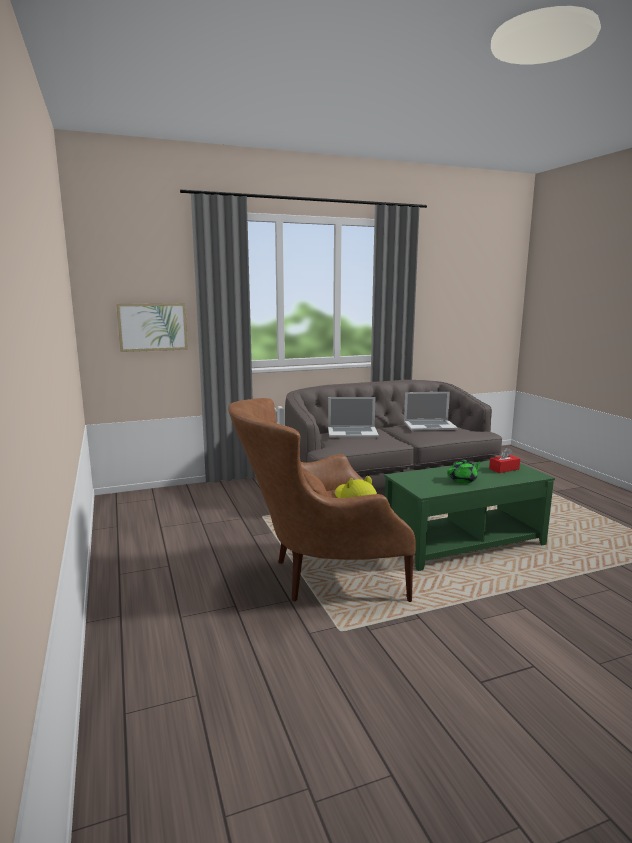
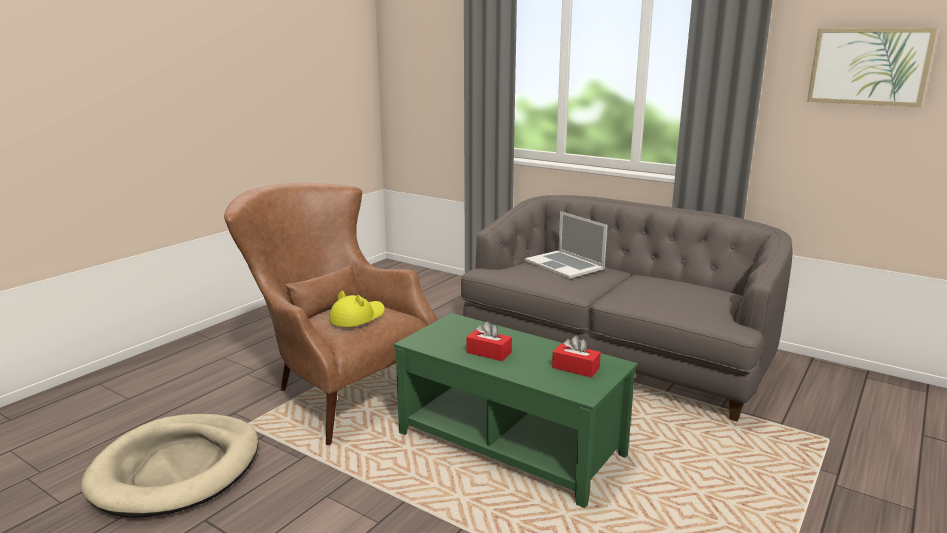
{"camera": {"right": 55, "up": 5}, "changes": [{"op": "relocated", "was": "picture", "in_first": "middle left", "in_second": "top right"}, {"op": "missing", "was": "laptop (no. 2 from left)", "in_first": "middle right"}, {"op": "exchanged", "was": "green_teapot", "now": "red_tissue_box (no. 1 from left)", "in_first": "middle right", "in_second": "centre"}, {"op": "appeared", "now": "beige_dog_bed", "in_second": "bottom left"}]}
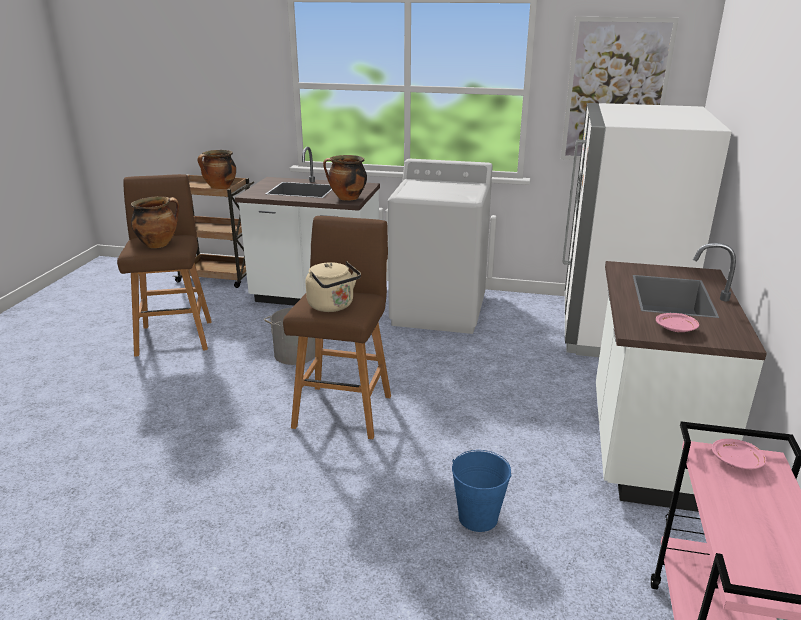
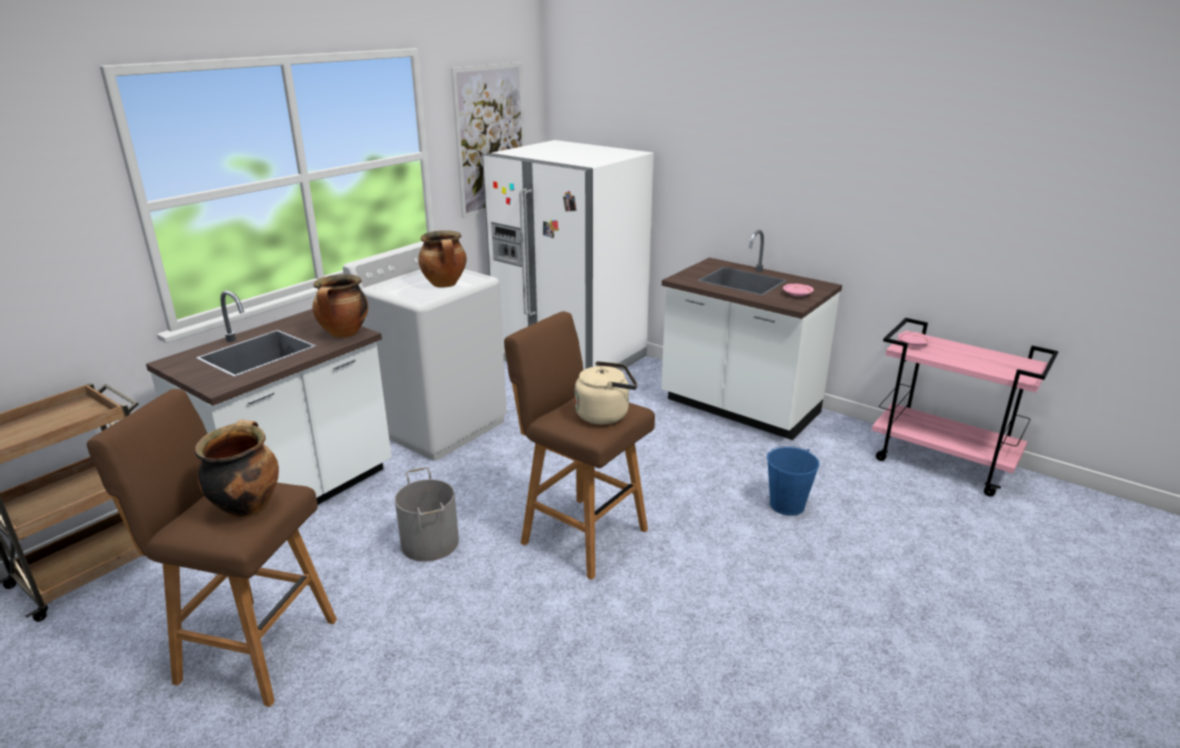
{"camera": {"right": -65, "up": 0}, "changes": [{"op": "relocated", "was": "cooking_pot (no. 2 from left in the first image)", "now": "cooking_pot (no. 3 from left)", "in_first": "top left", "in_second": "centre"}]}
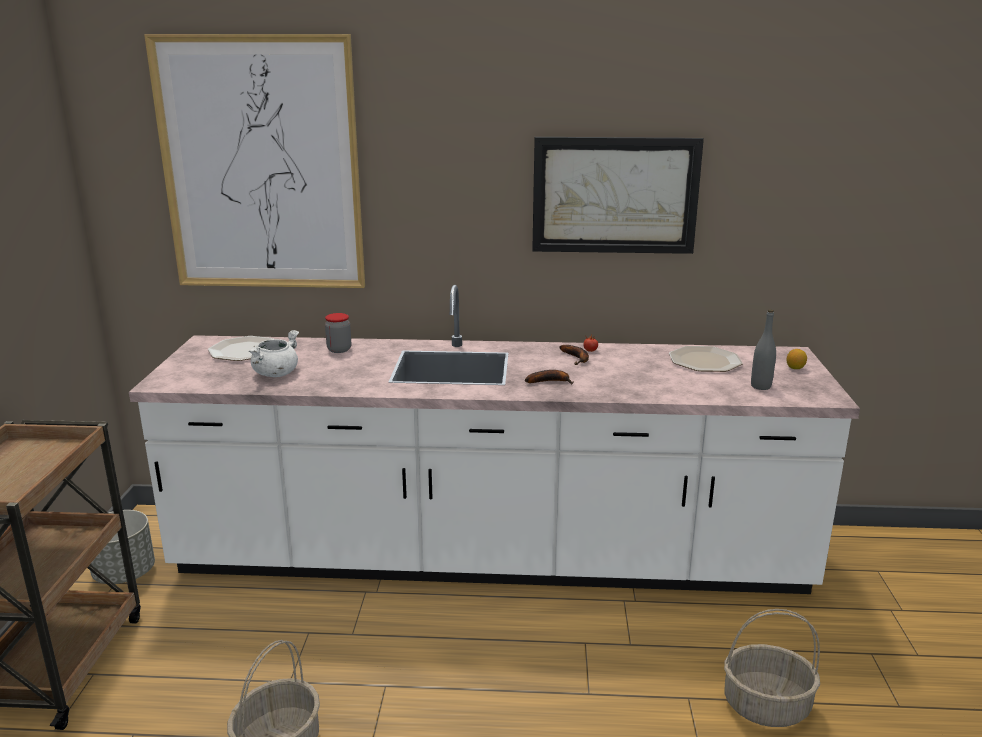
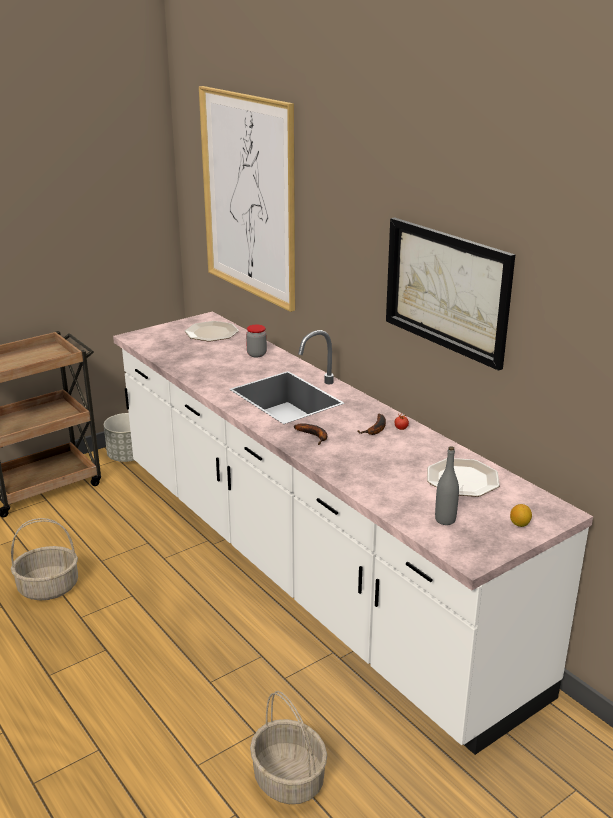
{"camera": {"right": 50, "up": 5}, "changes": [{"op": "missing", "was": "white_cooking_pot", "in_first": "middle left"}]}
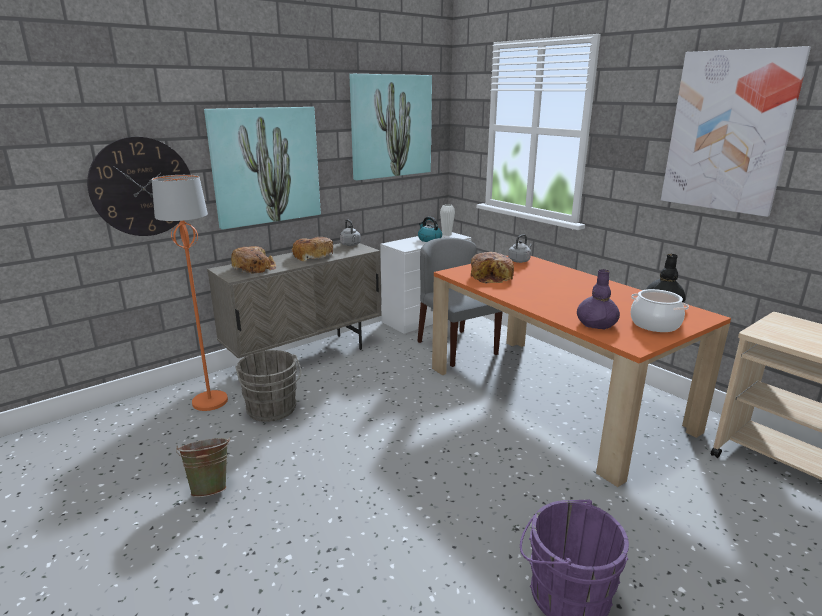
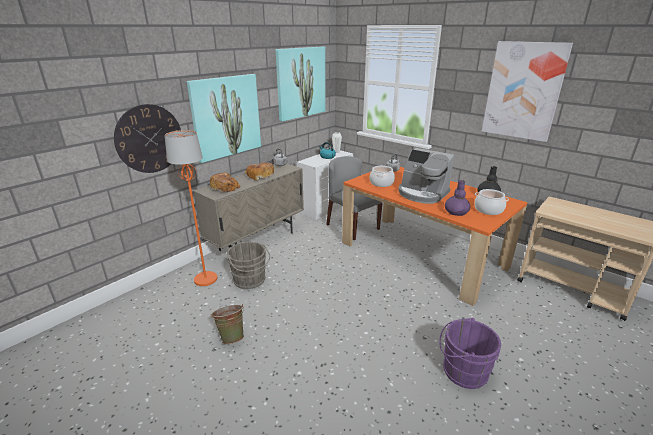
{"camera": {"right": -10, "up": 5}, "changes": [{"op": "exchanged", "was": "bread (no. 3 from left)", "now": "cooking_pot (no. 1 from left)", "in_first": "centre", "in_second": "centre"}, {"op": "appeared", "now": "coffee_machine", "in_second": "centre"}]}
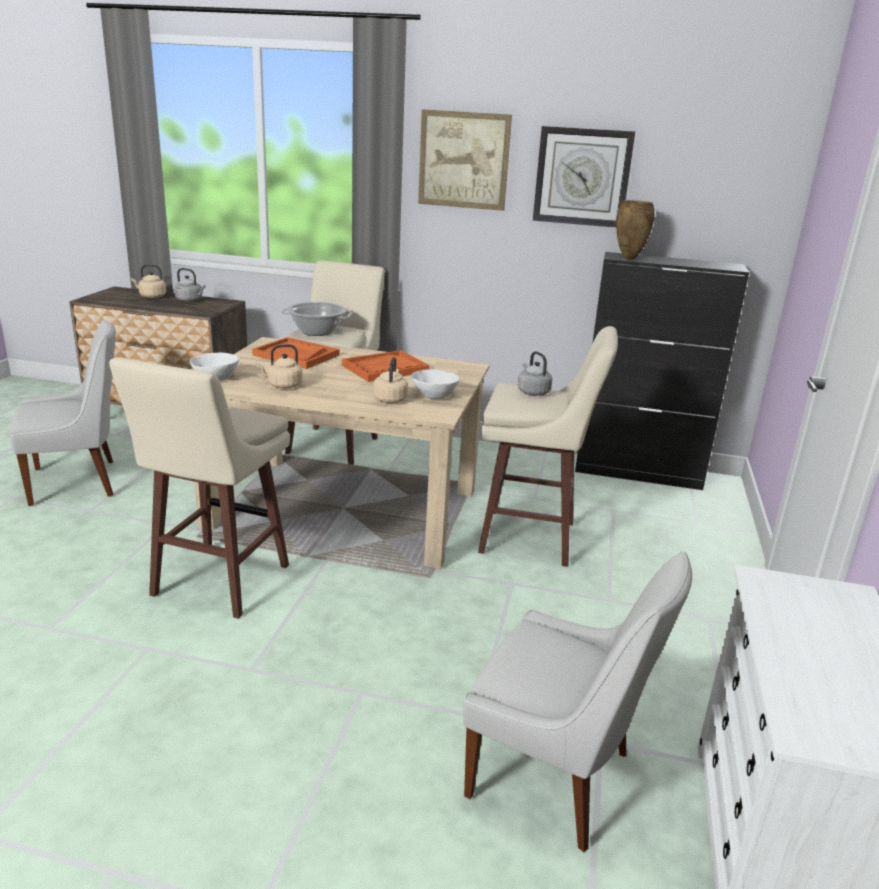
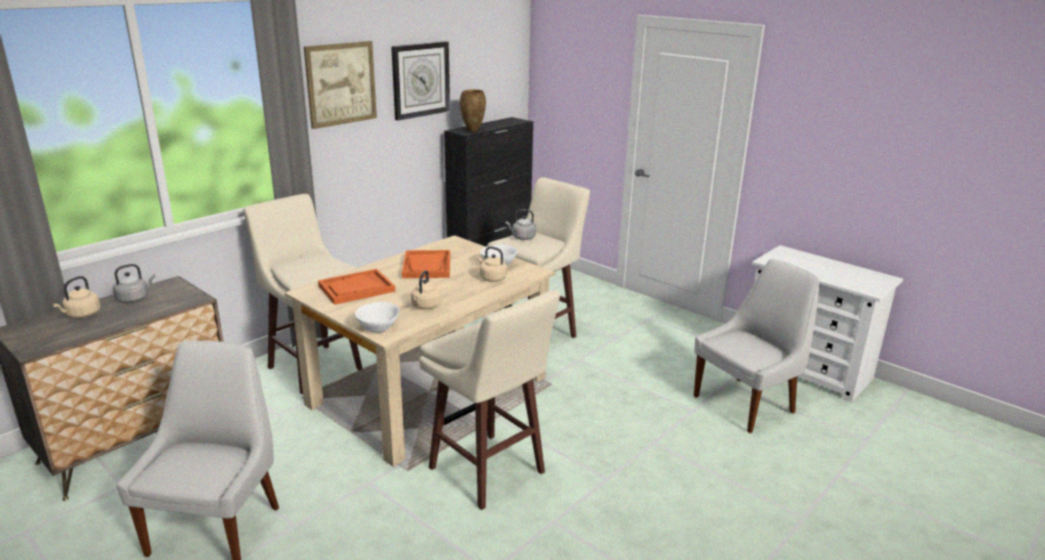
{"camera": {"right": -60, "up": 0}, "changes": [{"op": "missing", "was": "cooking_pot", "in_first": "centre"}]}
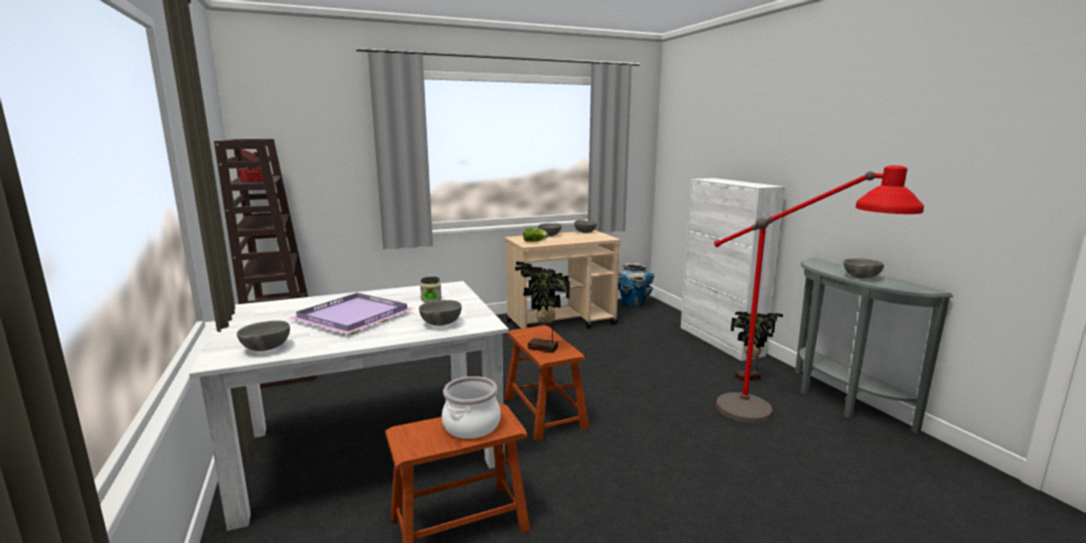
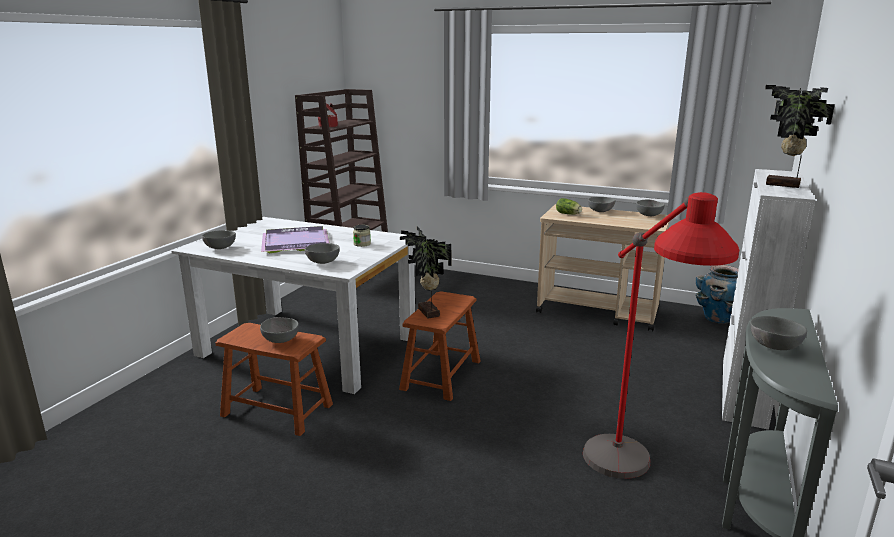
{"camera": {"right": 45, "up": 5}, "changes": [{"op": "exchanged", "was": "cooking_pot (no. 2 from left)", "now": "grey_bowl (no. 2 from left)", "in_first": "bottom centre", "in_second": "middle left"}, {"op": "relocated", "was": "potted_plant (no. 2 from left)", "in_first": "middle right", "in_second": "top right"}]}
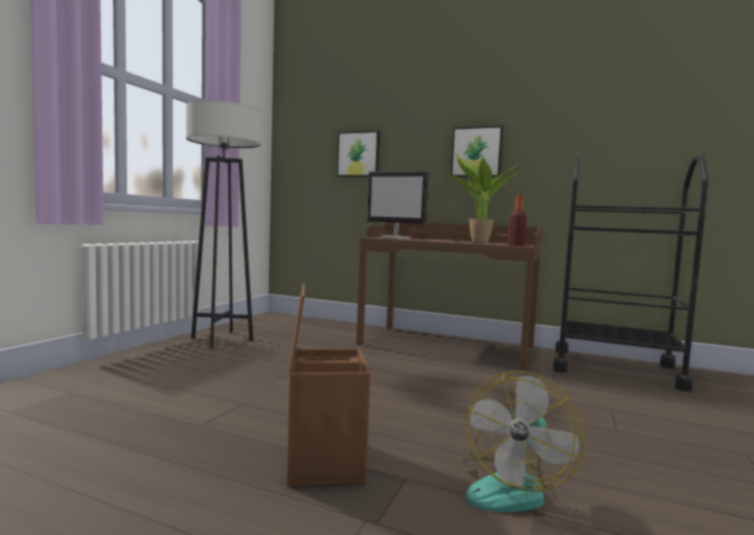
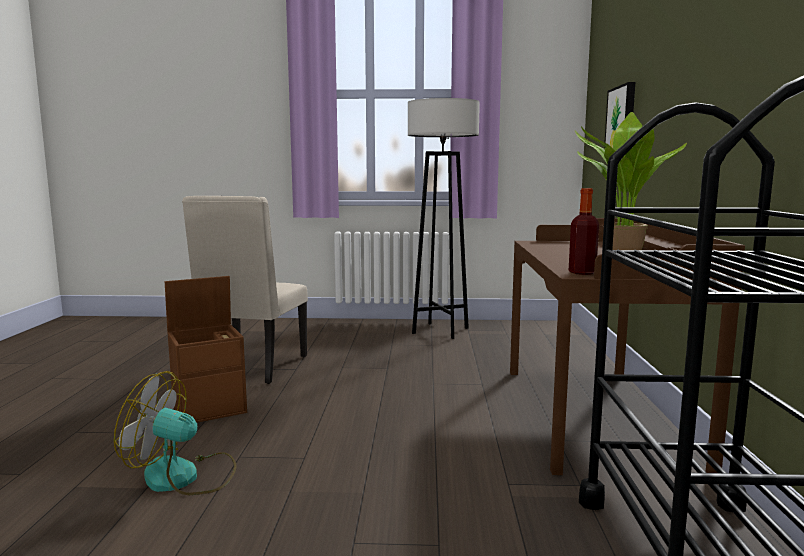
{"camera": {"right": 70, "up": 5}, "changes": [{"op": "missing", "was": "monitor", "in_first": "centre"}, {"op": "missing", "was": "picture (no. 2 from left)", "in_first": "top centre"}, {"op": "appeared", "now": "beige_chair", "in_second": "middle left"}]}
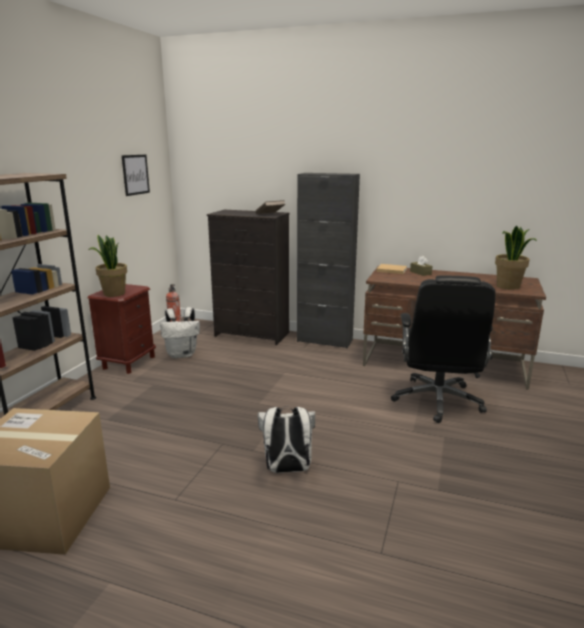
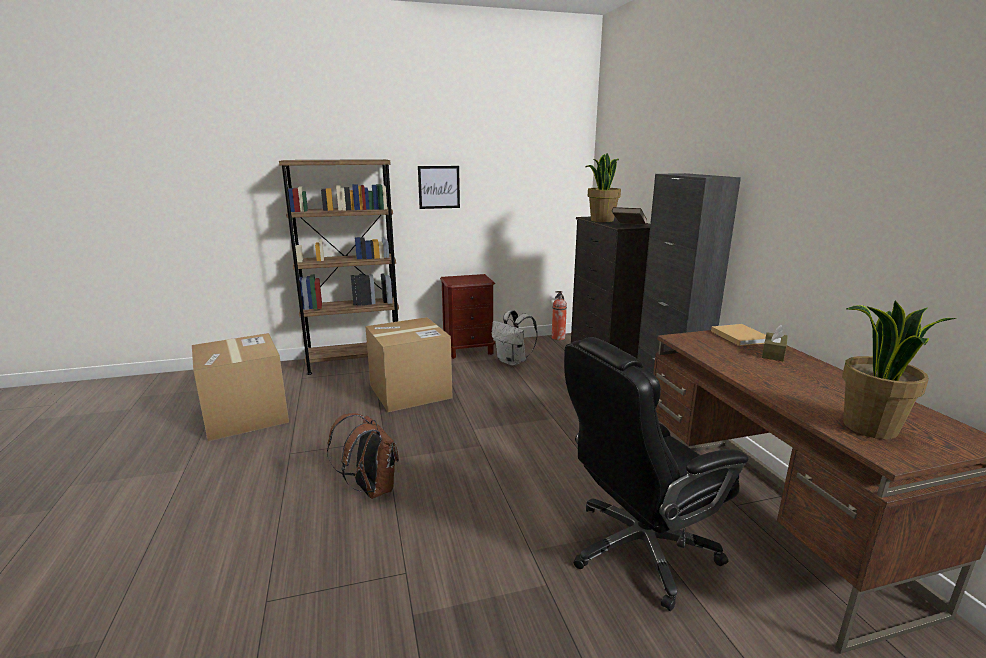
{"camera": {"right": 55, "up": 0}, "changes": [{"op": "relocated", "was": "potted_plant (no. 1 from left)", "in_first": "middle left", "in_second": "top centre"}, {"op": "relocated", "was": "picture", "in_first": "top left", "in_second": "top centre"}, {"op": "colour", "was": "white_backpack (no. 2 from left)", "now": "brown_backpack", "in_first": "bottom centre", "in_second": "bottom centre"}, {"op": "appeared", "now": "cardboard_box (no. 2 from left)", "in_second": "centre"}]}
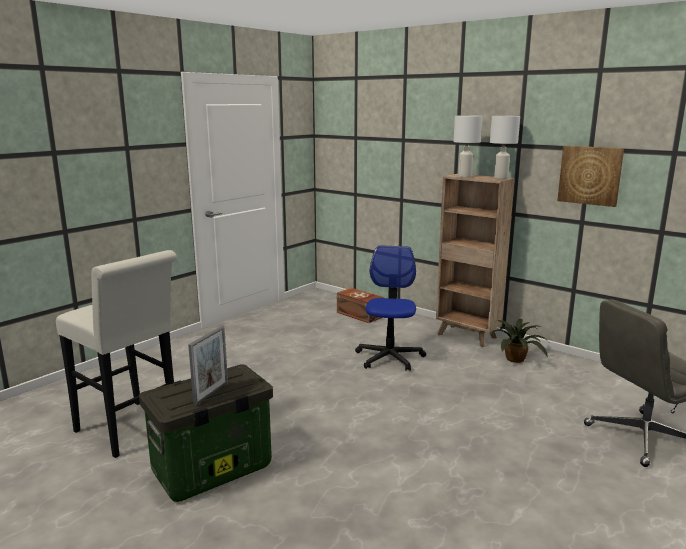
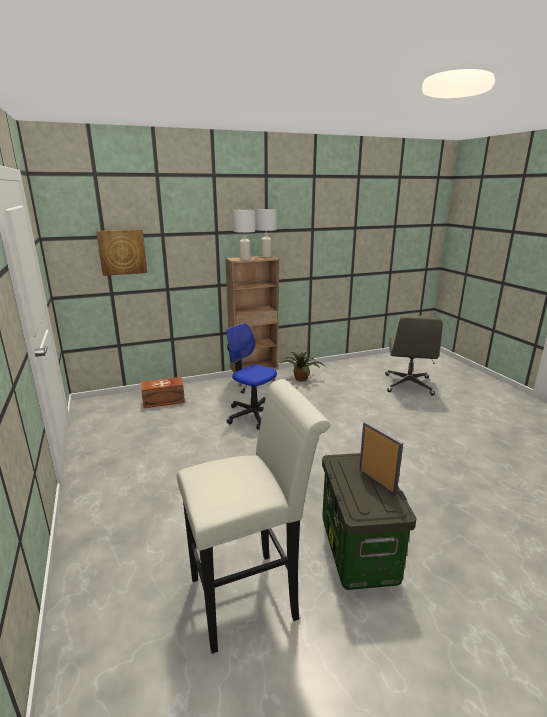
{"camera": {"right": -60, "up": 5}, "changes": [{"op": "relocated", "was": "picture", "in_first": "top right", "in_second": "middle left"}]}
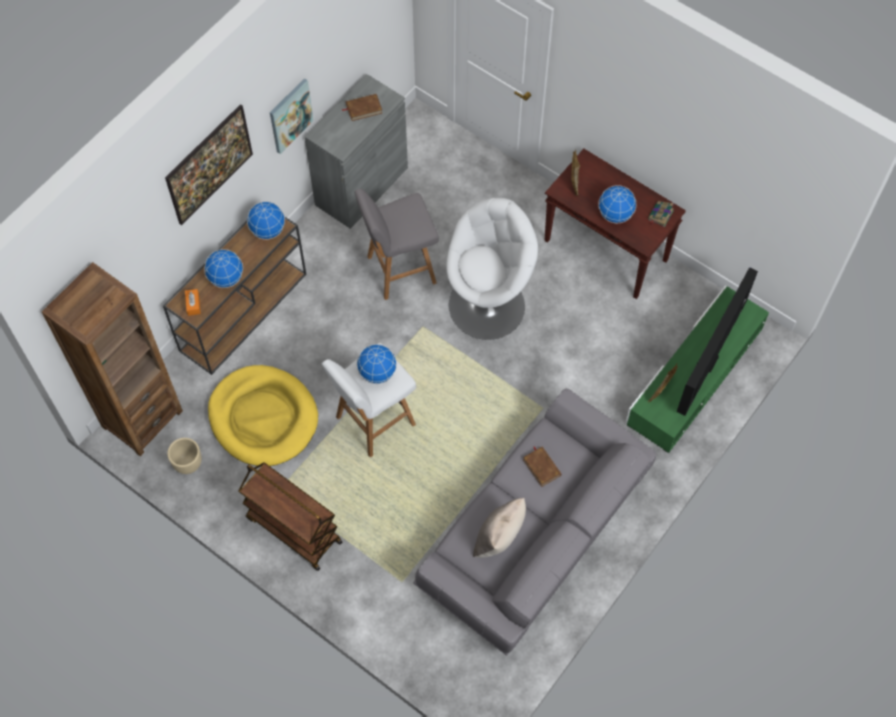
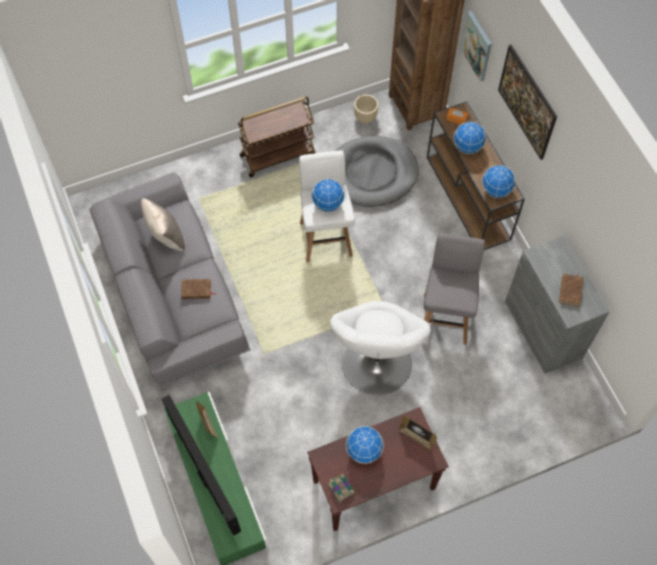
{"camera": {"right": 120, "up": 0}, "changes": [{"op": "colour", "was": "yellow_dog_bed", "now": "grey_dog_bed", "in_first": "middle left", "in_second": "top centre"}, {"op": "relocated", "was": "picture (no. 2 from left in the first image)", "now": "picture (no. 1 from left)", "in_first": "top left", "in_second": "top right"}]}
